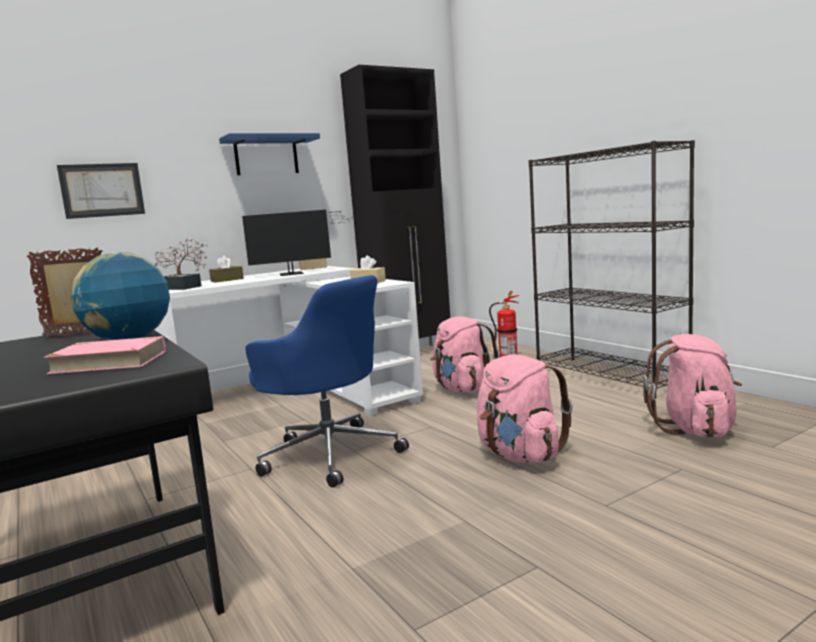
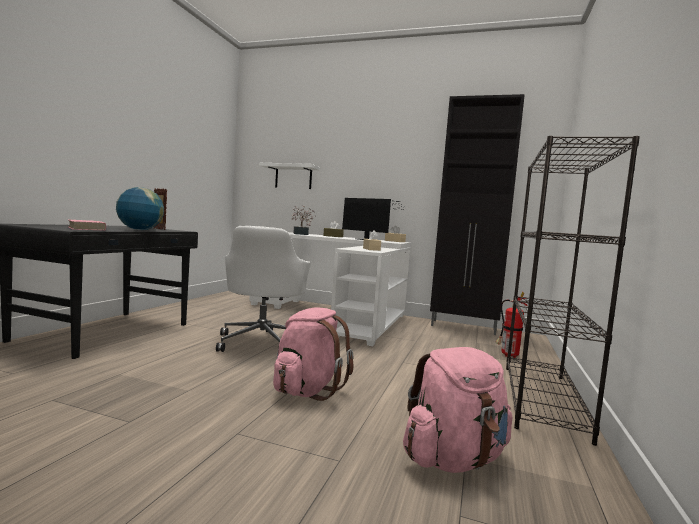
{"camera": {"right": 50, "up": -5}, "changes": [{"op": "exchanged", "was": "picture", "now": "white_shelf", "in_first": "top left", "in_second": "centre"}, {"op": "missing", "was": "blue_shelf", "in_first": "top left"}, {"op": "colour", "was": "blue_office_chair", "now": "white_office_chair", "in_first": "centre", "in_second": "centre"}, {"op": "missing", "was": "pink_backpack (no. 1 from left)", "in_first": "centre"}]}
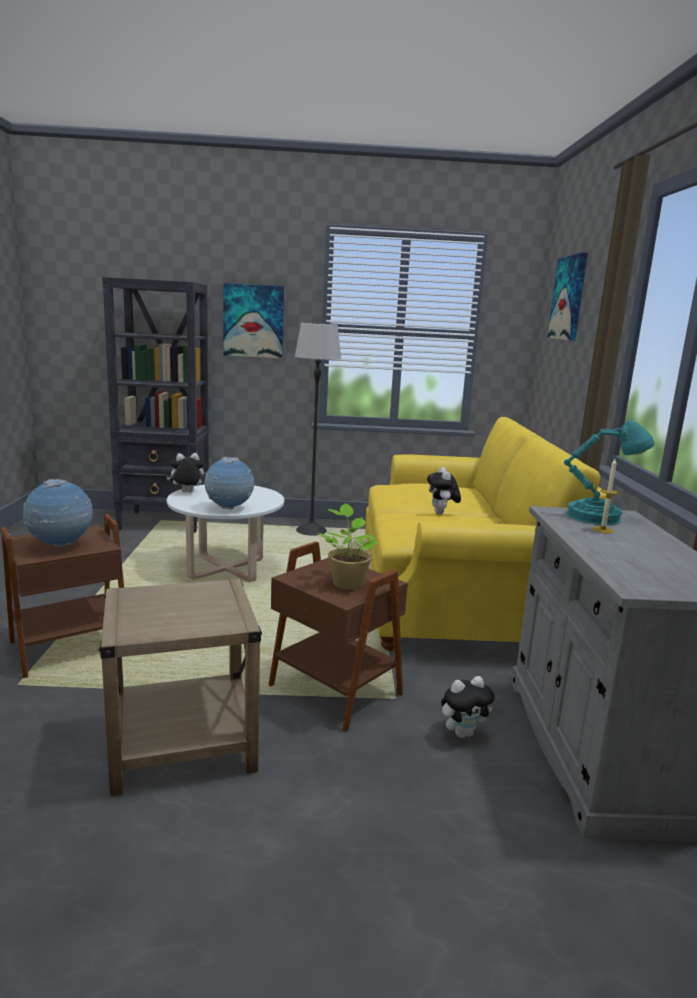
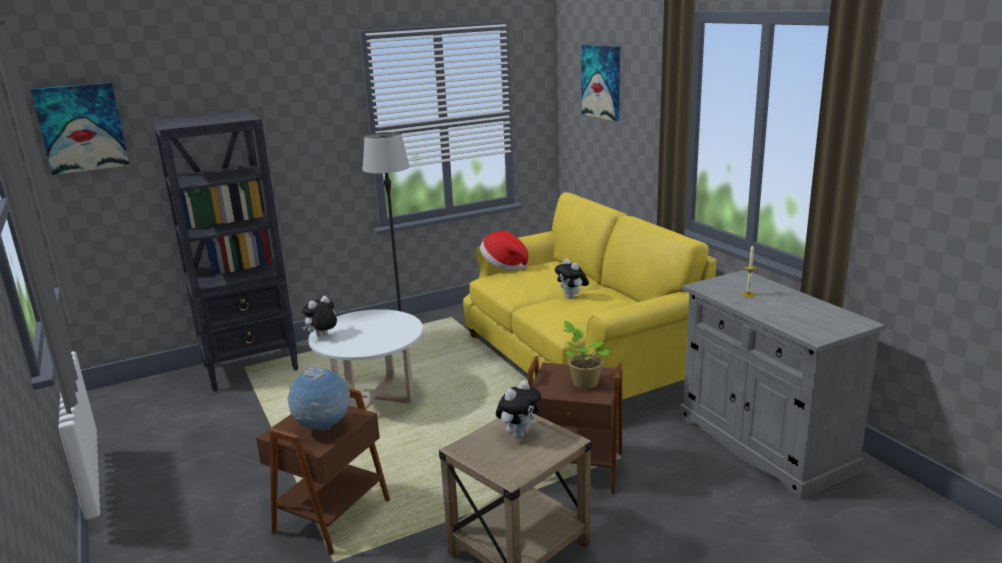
{"camera": {"right": -25, "up": 5}, "changes": [{"op": "missing", "was": "globe (no. 2 from left)", "in_first": "middle left"}, {"op": "relocated", "was": "picture (no. 1 from left)", "in_first": "top centre", "in_second": "top left"}, {"op": "relocated", "was": "plush_toy (no. 3 from left in the first image)", "now": "plush_toy (no. 2 from left)", "in_first": "bottom right", "in_second": "bottom centre"}, {"op": "missing", "was": "turquoise_table_lamp", "in_first": "middle right"}, {"op": "appeared", "now": "hat", "in_second": "centre"}]}
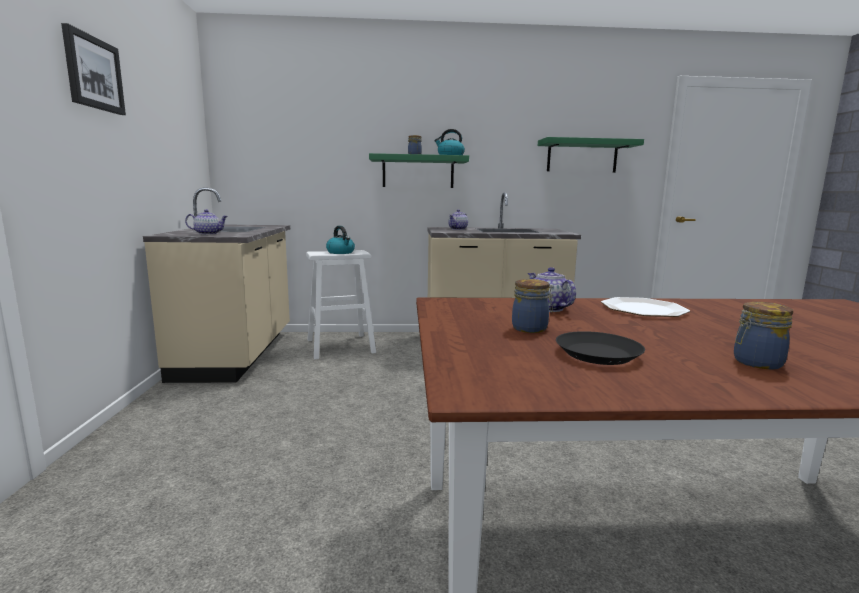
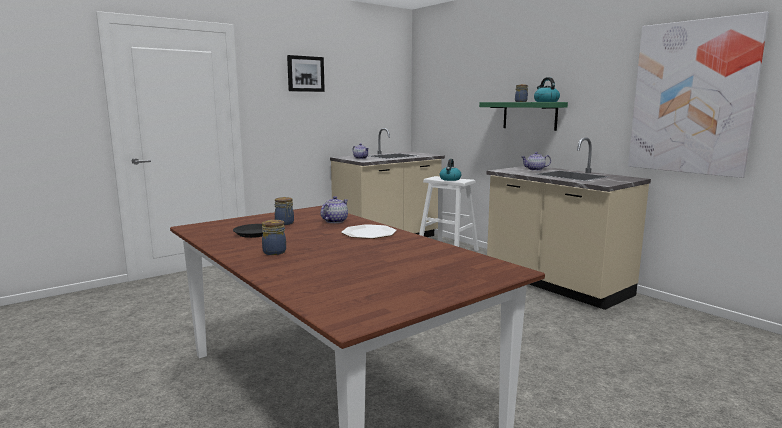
{"camera": {"right": 55, "up": 0}, "changes": [{"op": "exchanged", "was": "green_shelf (no. 2 from left)", "now": "picture (no. 2 from left)", "in_first": "top right", "in_second": "top right"}]}
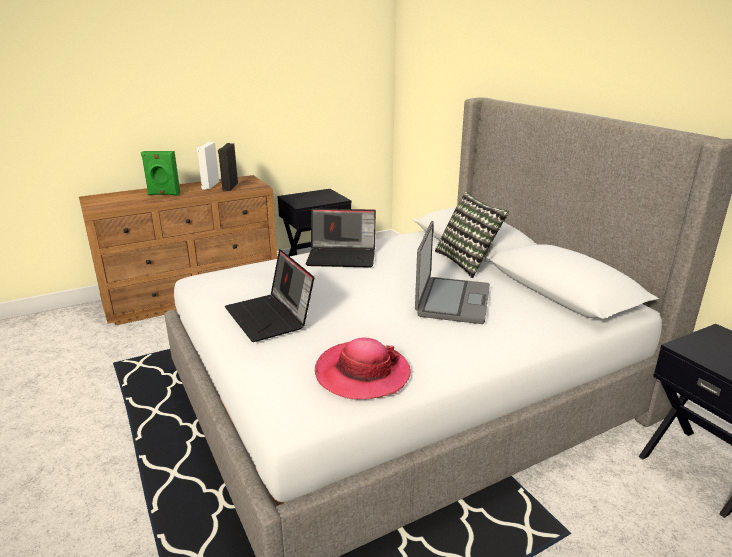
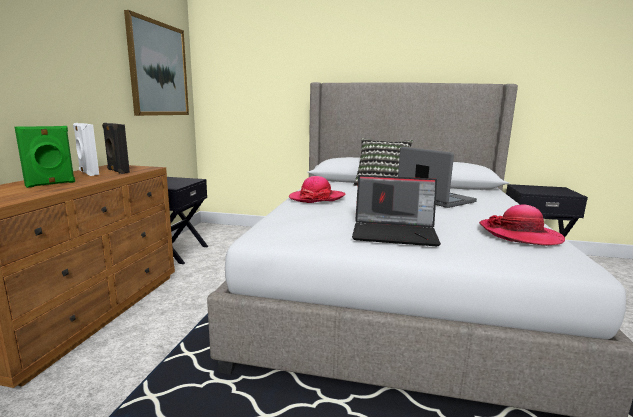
{"camera": {"right": -50, "up": -10}, "changes": [{"op": "exchanged", "was": "laptop (no. 2 from left)", "now": "hat (no. 1 from left)", "in_first": "centre", "in_second": "centre"}, {"op": "appeared", "now": "picture", "in_second": "top left"}]}
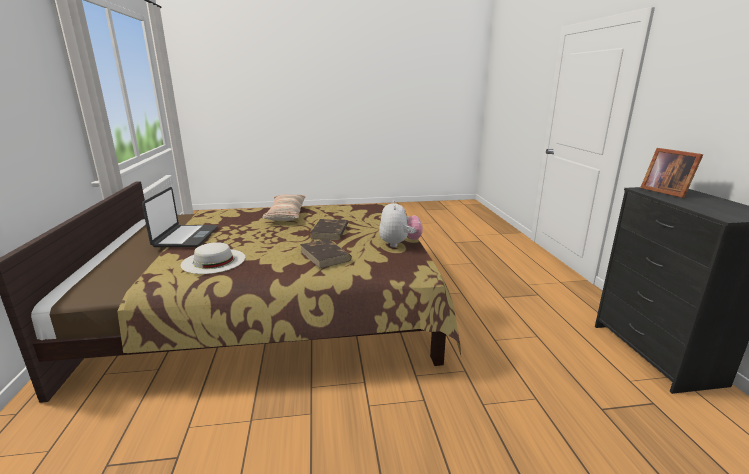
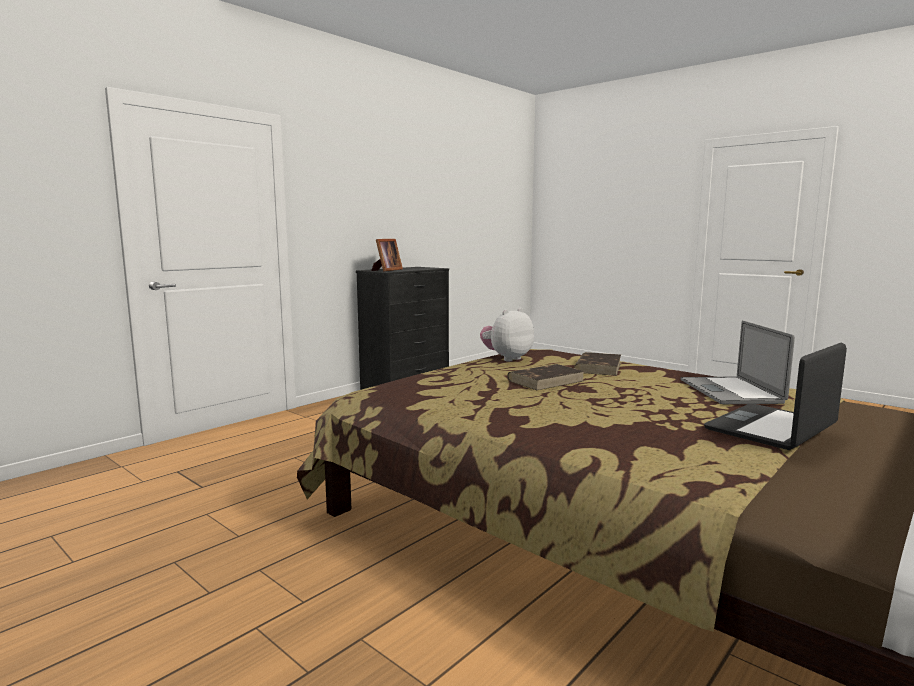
{"camera": {"right": -130, "up": -10}, "changes": [{"op": "exchanged", "was": "white_hat", "now": "laptop (no. 1 from left)", "in_first": "middle left", "in_second": "middle right"}, {"op": "missing", "was": "pillow", "in_first": "centre"}]}
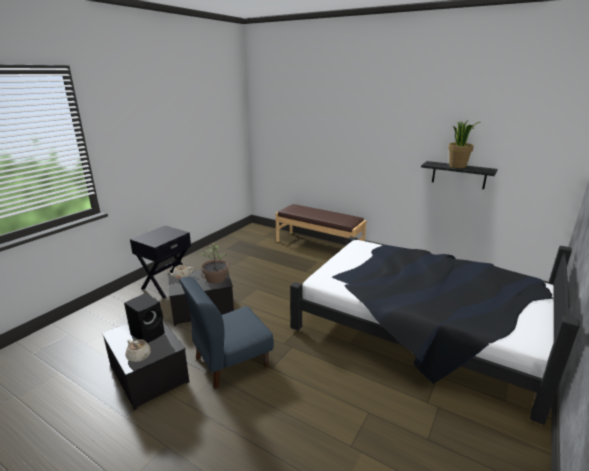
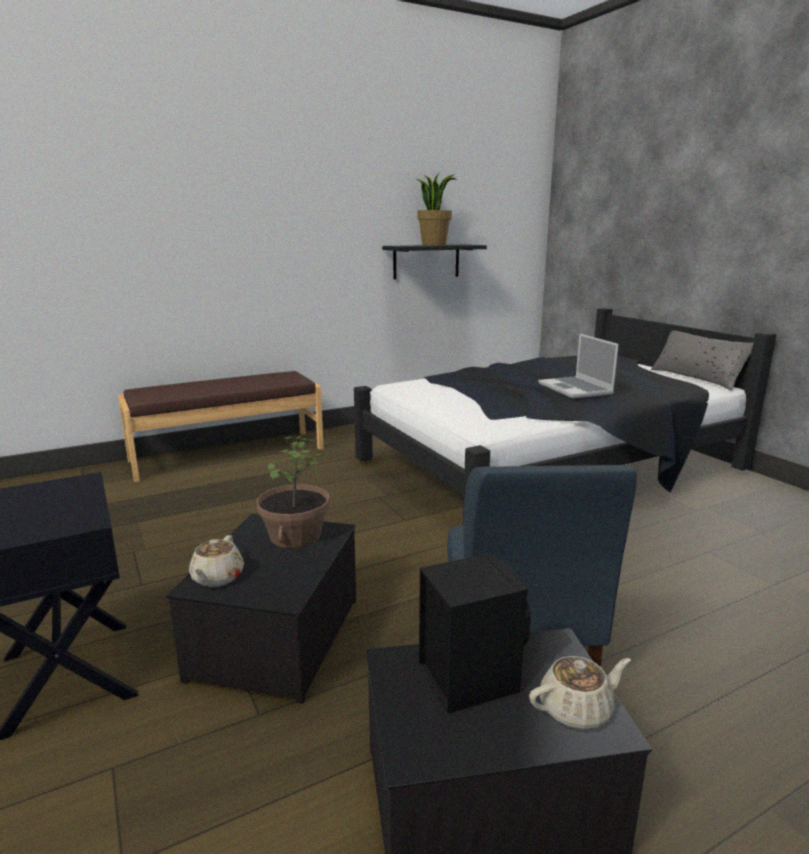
{"camera": {"right": -60, "up": -5}, "changes": [{"op": "appeared", "now": "laptop", "in_second": "middle right"}, {"op": "appeared", "now": "grey_pillow", "in_second": "middle right"}]}
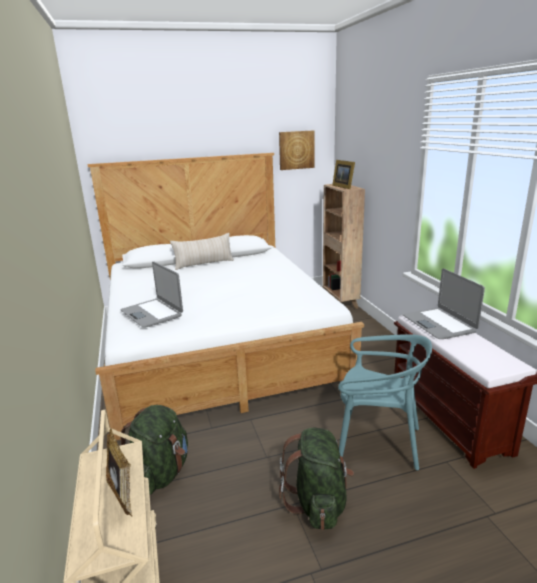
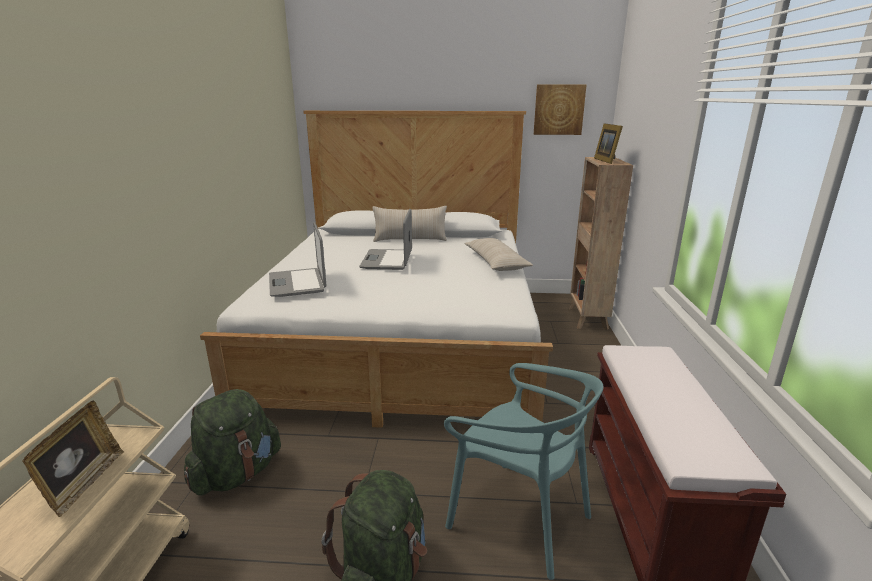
{"camera": {"right": 20, "up": 0}, "changes": [{"op": "relocated", "was": "laptop (no. 2 from left)", "in_first": "middle right", "in_second": "centre"}, {"op": "appeared", "now": "beige_pillow (no. 2 from left)", "in_second": "centre"}]}
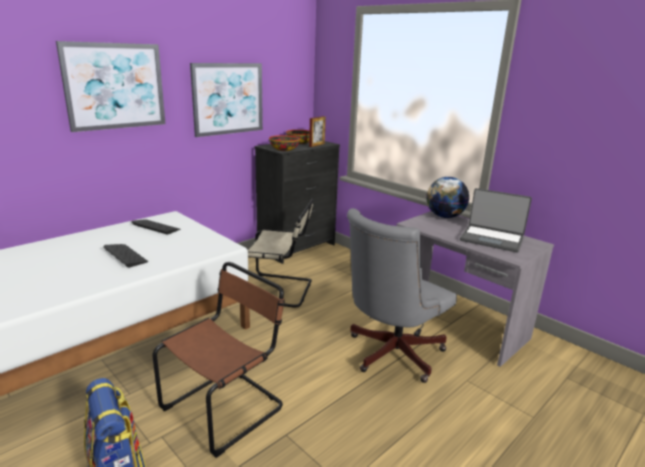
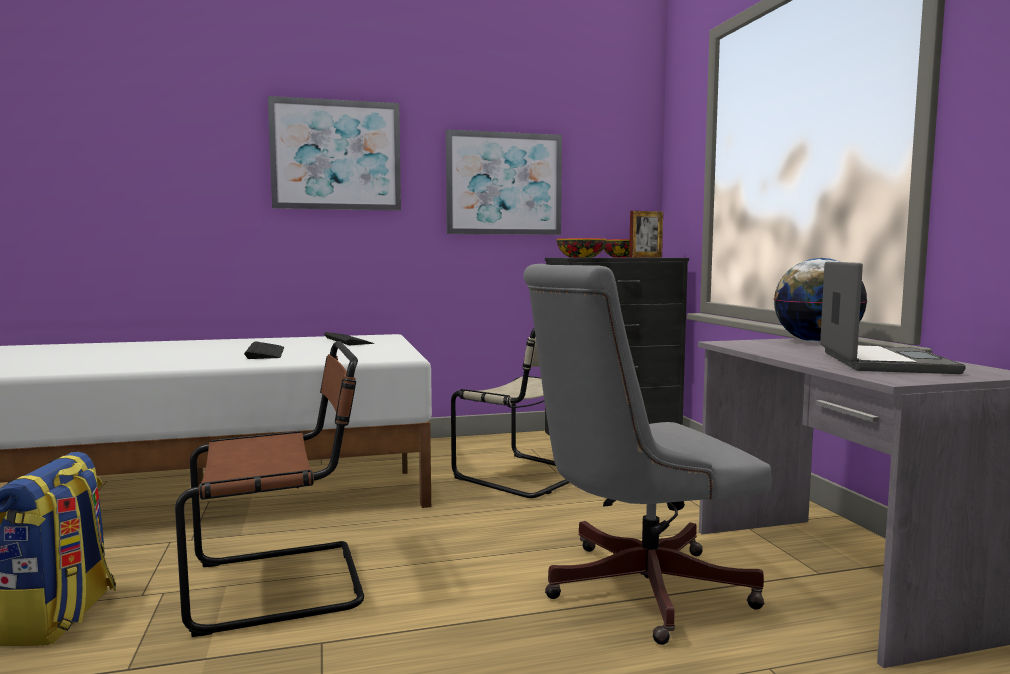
{"camera": {"right": 30, "up": -15}, "changes": [{"op": "spun", "was": "laptop", "in_first": "middle right", "in_second": "middle right", "clockwise": -135}]}
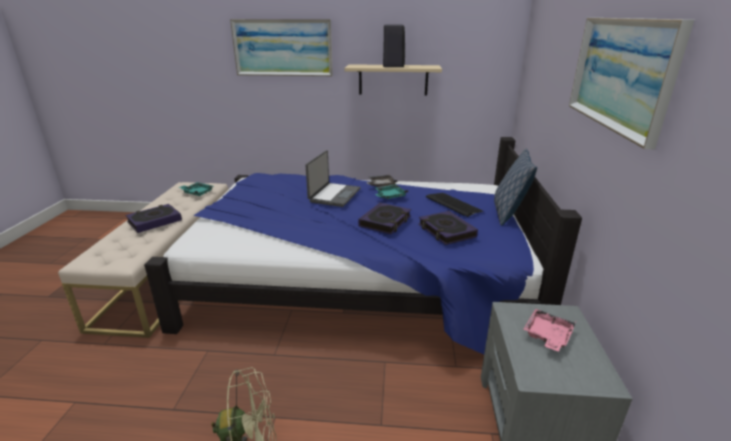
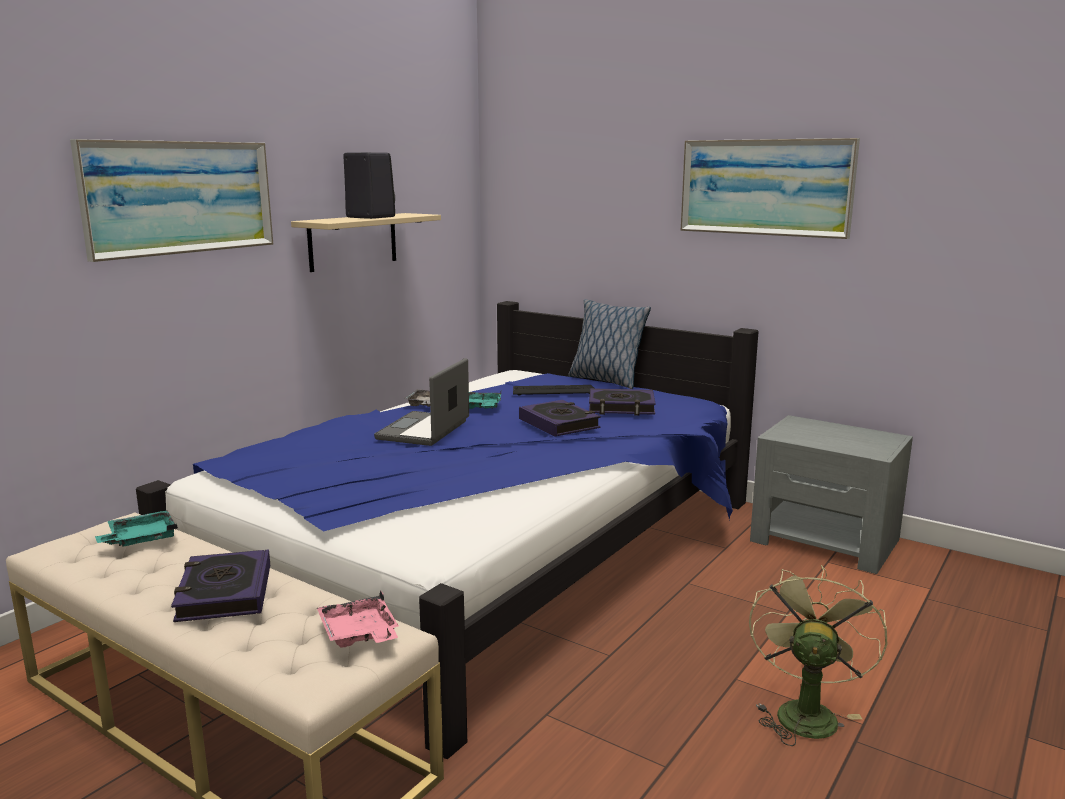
{"camera": {"right": -60, "up": -10}, "changes": [{"op": "spun", "was": "laptop", "in_first": "centre", "in_second": "centre", "clockwise": -120}, {"op": "relocated", "was": "pink_tray", "in_first": "bottom right", "in_second": "bottom centre"}]}
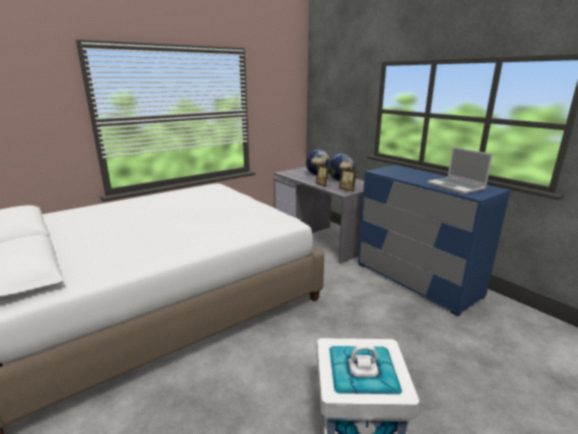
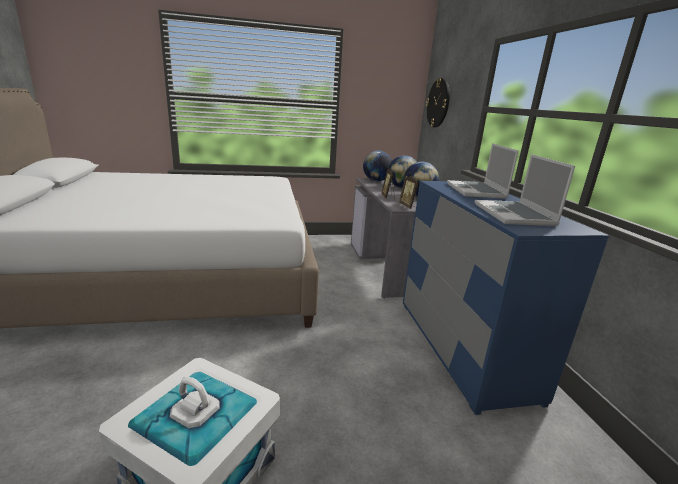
{"camera": {"right": 25, "up": 0}, "changes": [{"op": "appeared", "now": "globe (no. 1 from left)", "in_second": "centre"}, {"op": "appeared", "now": "wall_clock", "in_second": "top centre"}, {"op": "appeared", "now": "laptop (no. 1 from left)", "in_second": "middle right"}]}
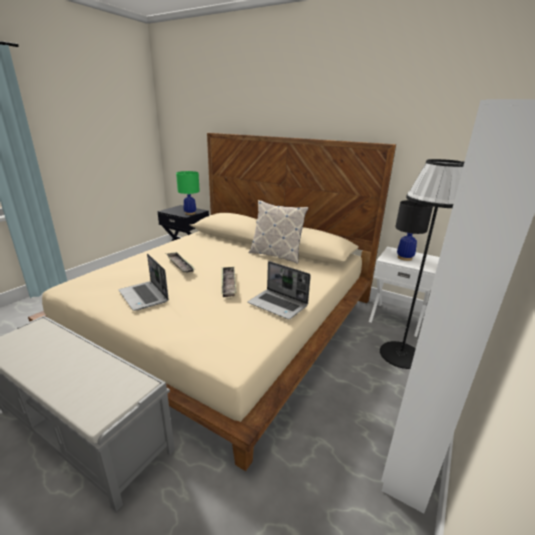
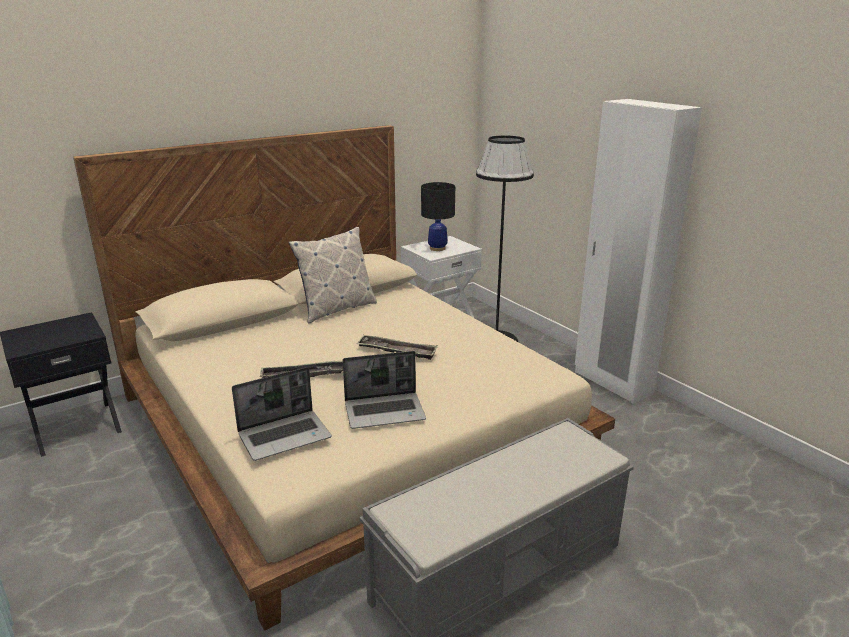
{"camera": {"right": -65, "up": 0}, "changes": [{"op": "missing", "was": "green_table_lamp", "in_first": "centre"}, {"op": "relocated", "was": "laptop (no. 2 from left in the first image)", "now": "laptop (no. 1 from left)", "in_first": "centre", "in_second": "middle left"}]}
